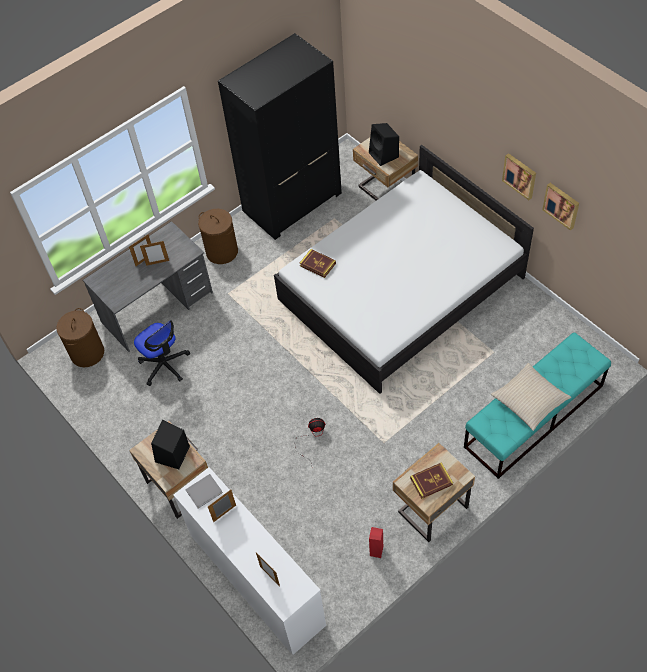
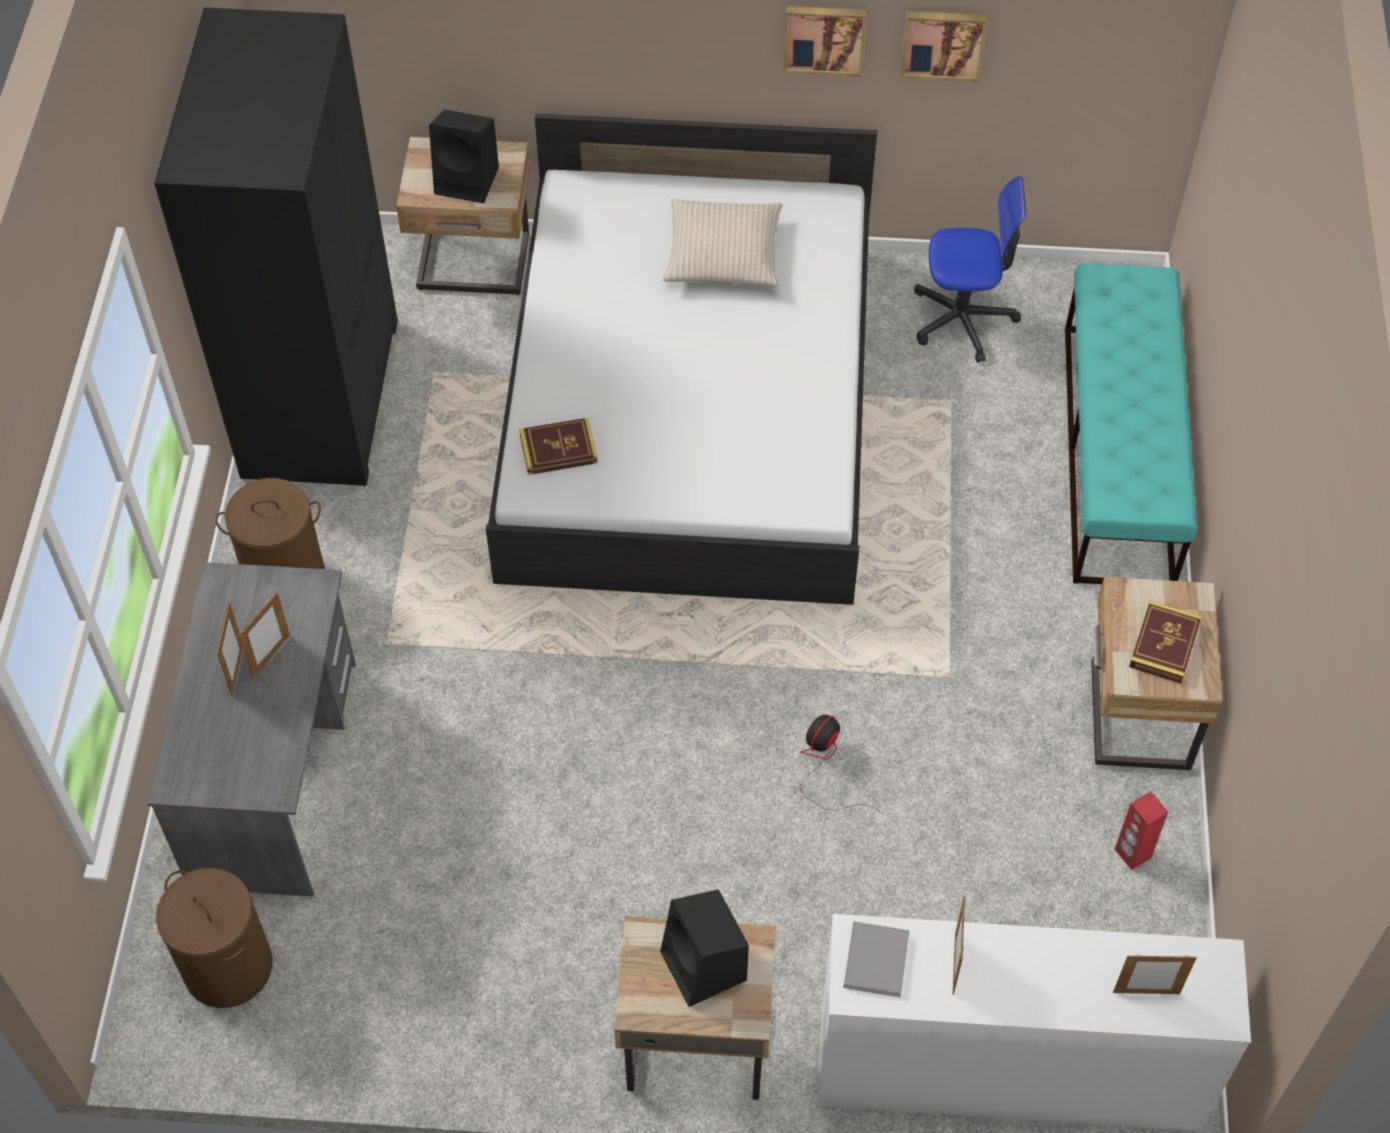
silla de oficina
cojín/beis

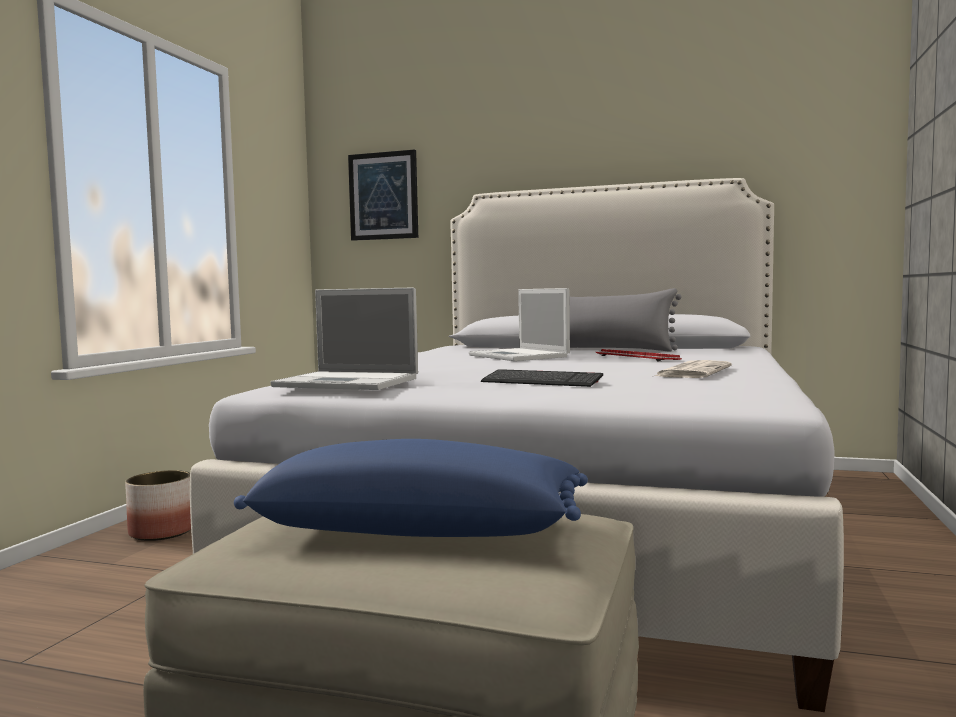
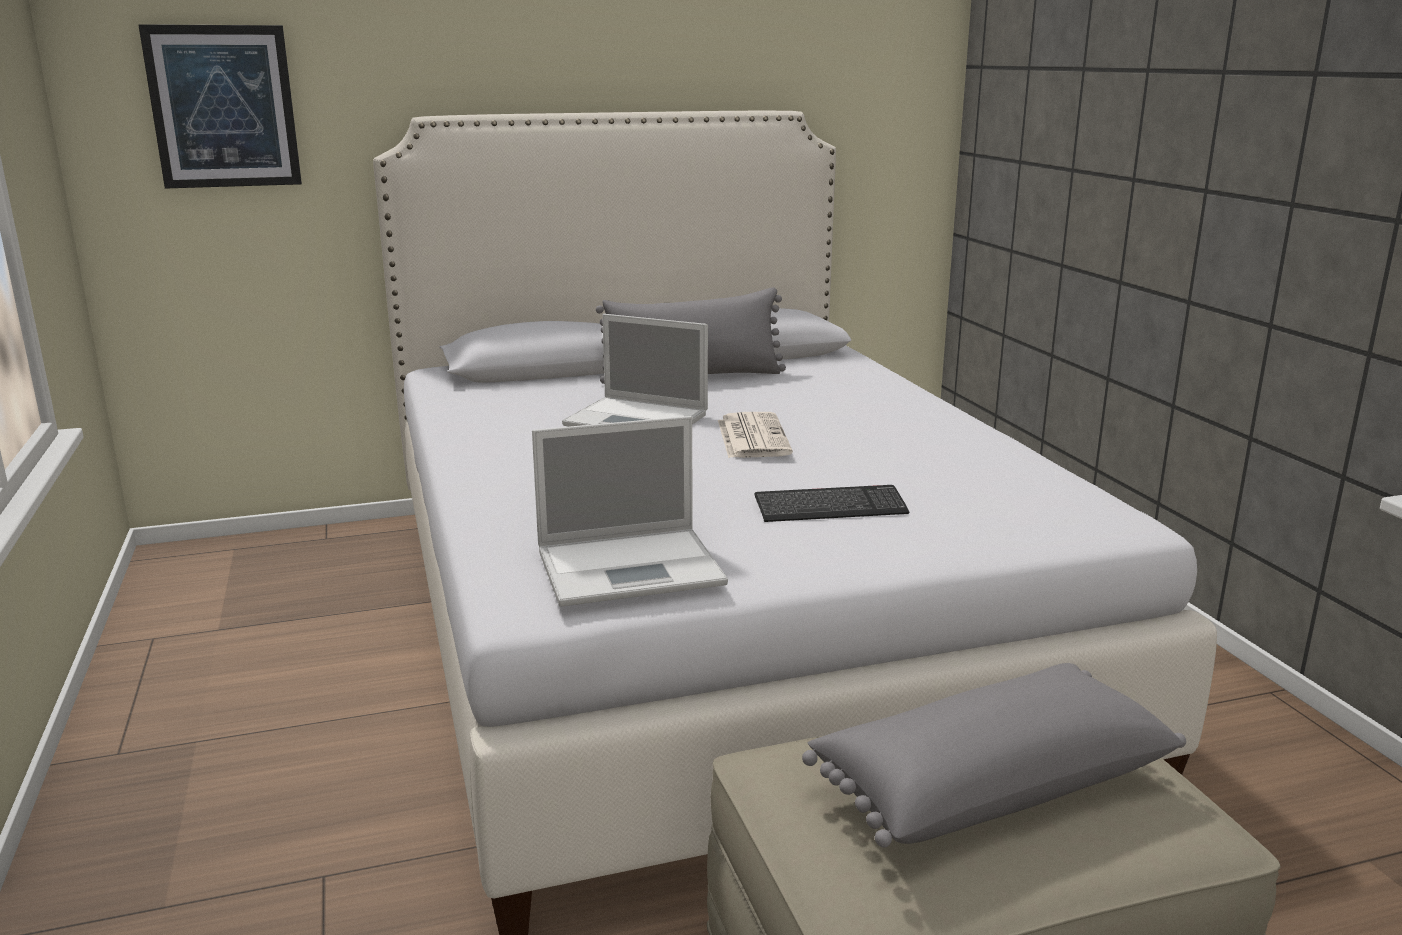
maceta
cojín/gris (2nd from left)
teclado (2nd from left in the first image)
periódico

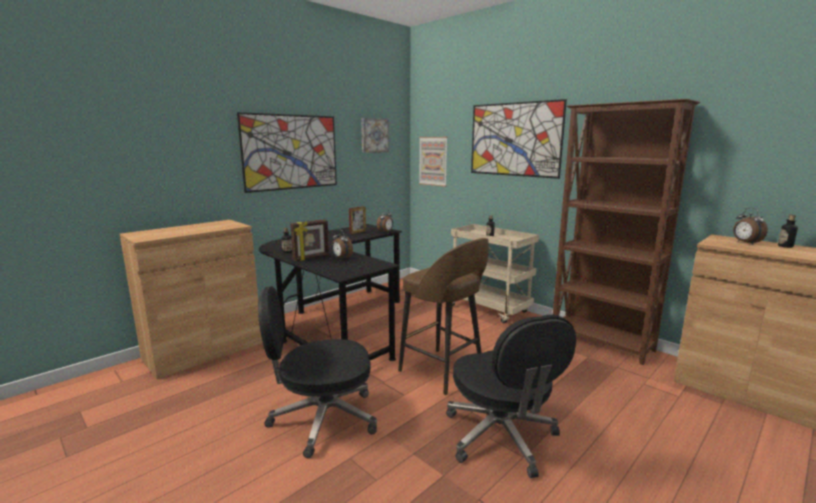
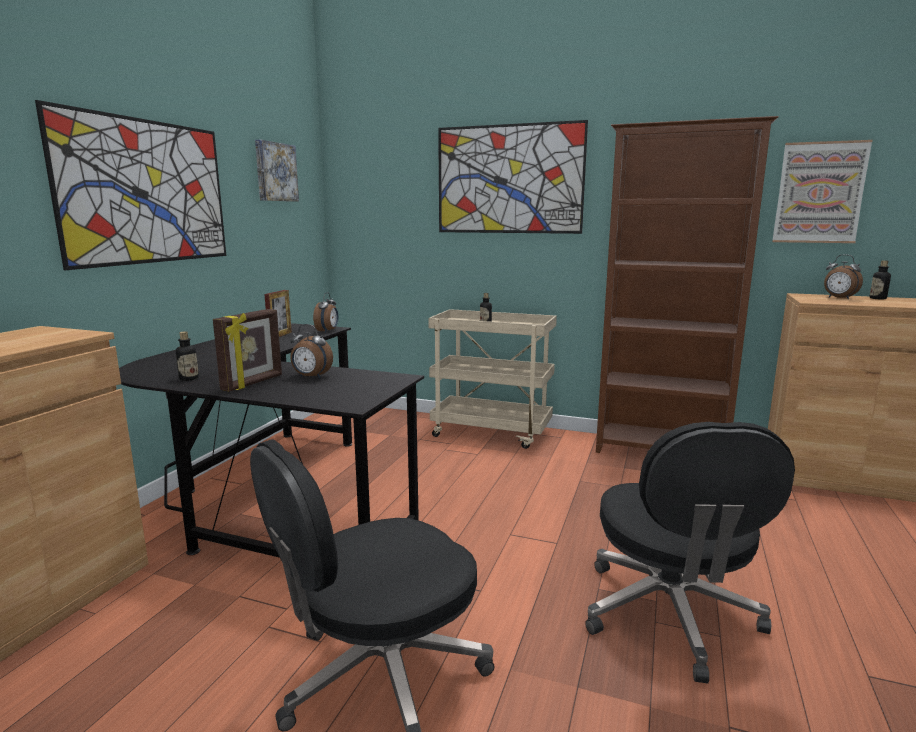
taburete/marrón
cuadro (4th from left)
silla de oficina/negro (2nd from left)

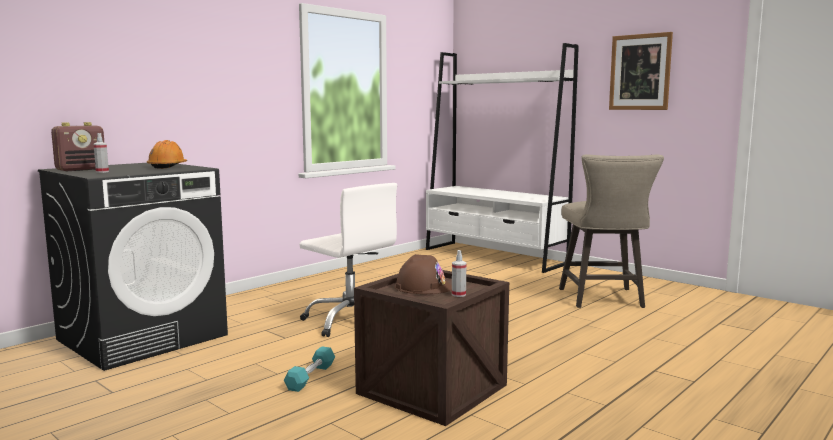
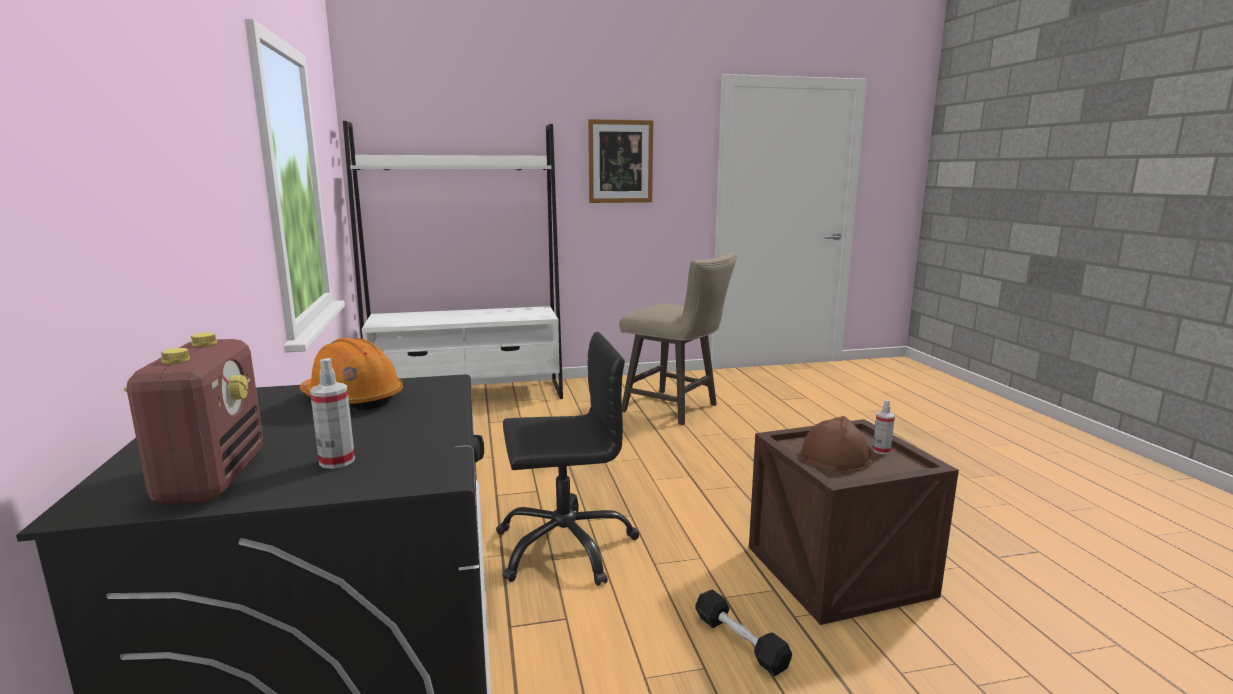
mancuerna/negro
silla de oficina/negro

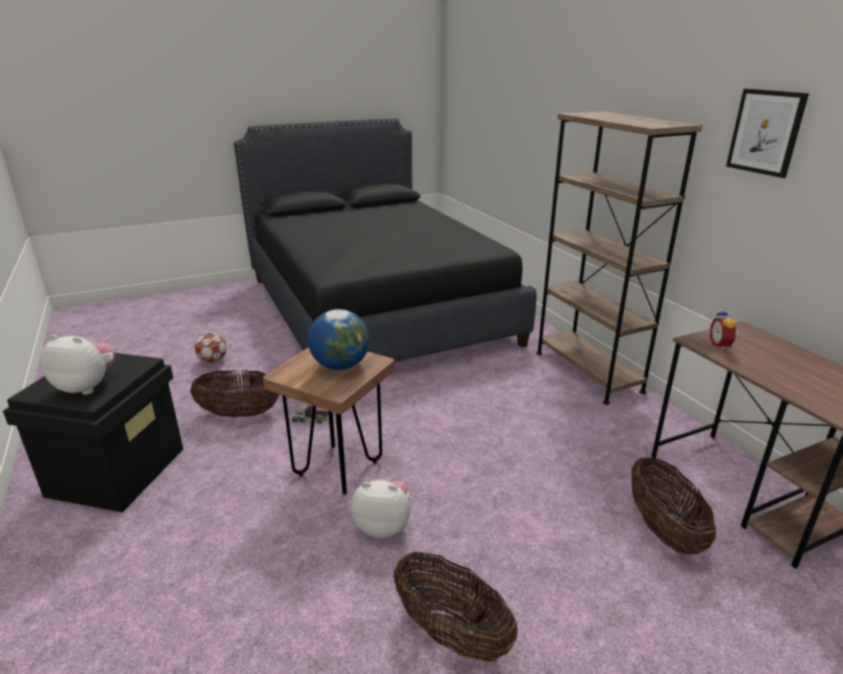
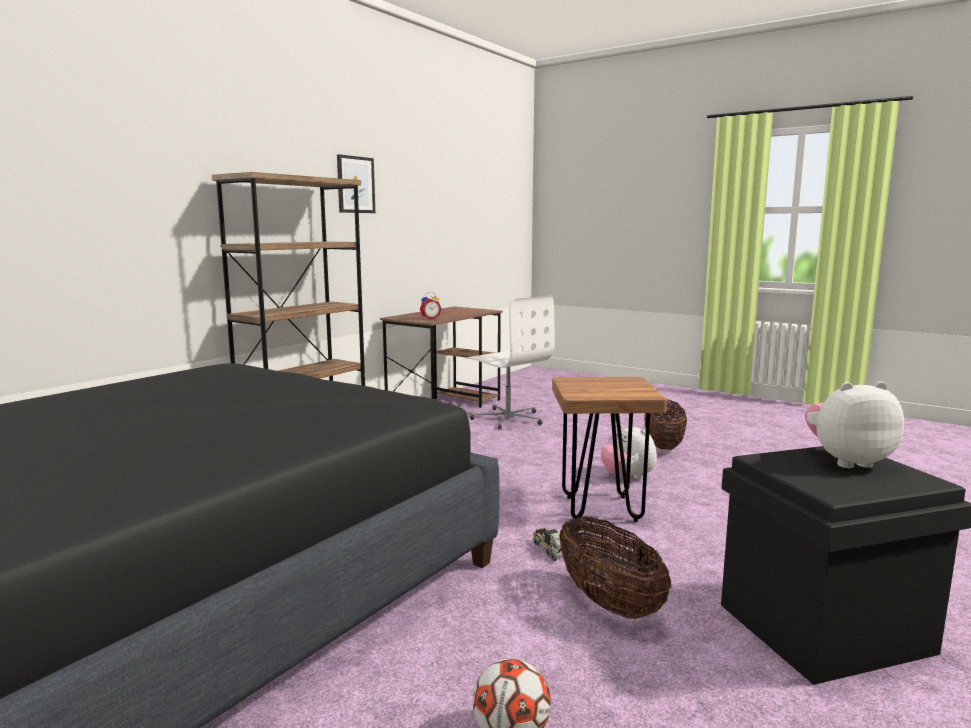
peluche (2nd from left)
globo terráqueo
silla de oficina/blanco

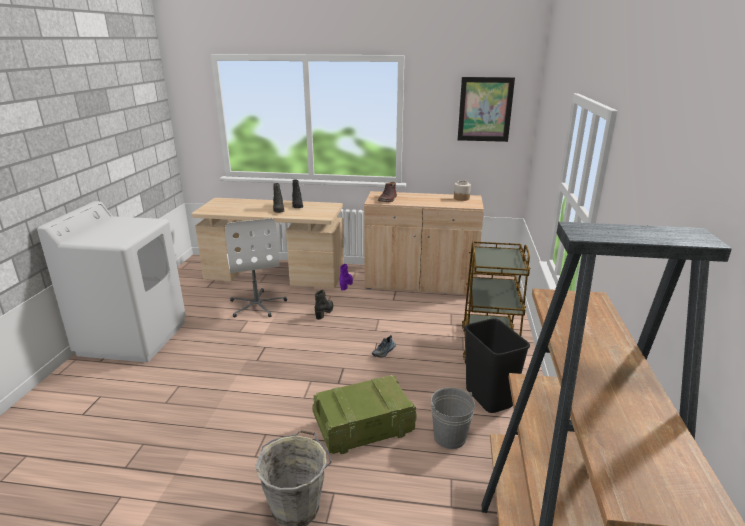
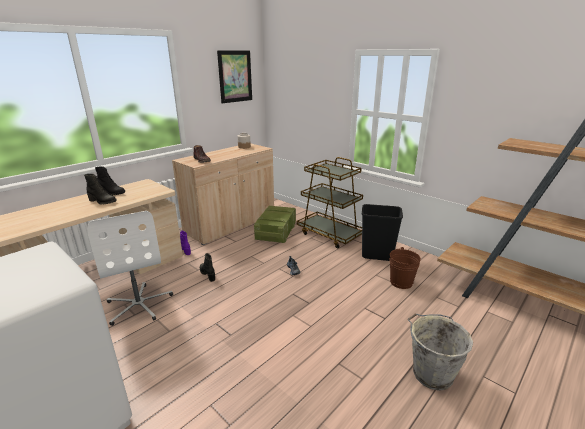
silla de oficina/blanco
caja de embalaje
cubo/marrón

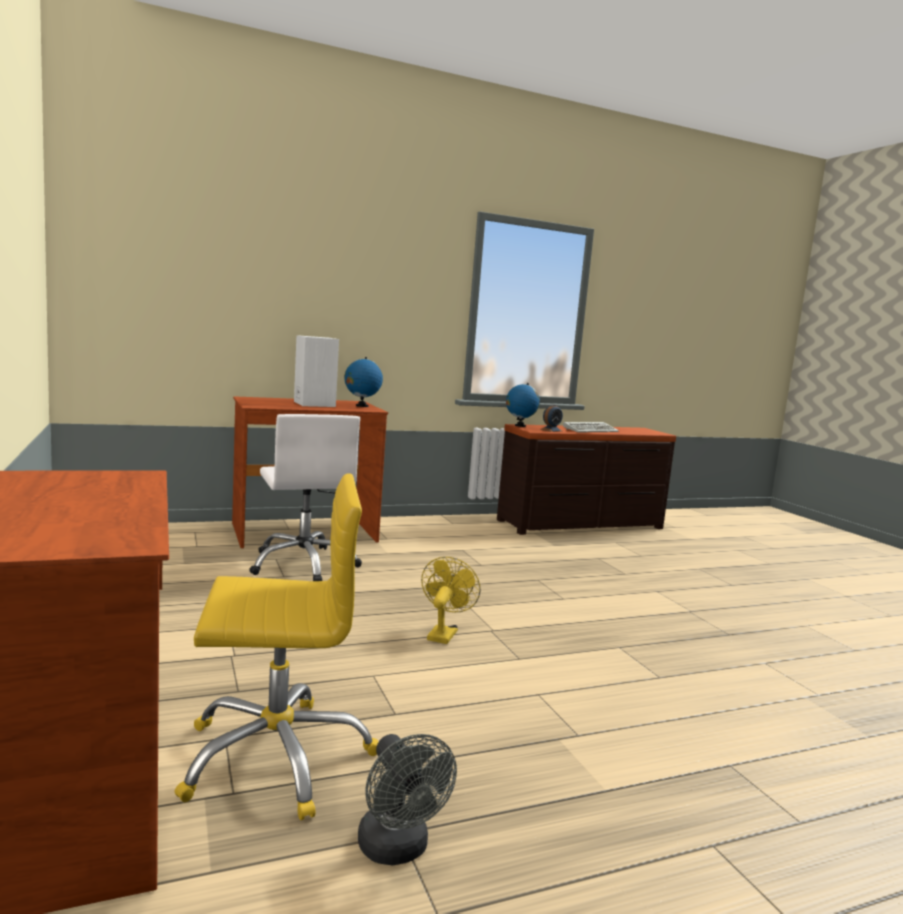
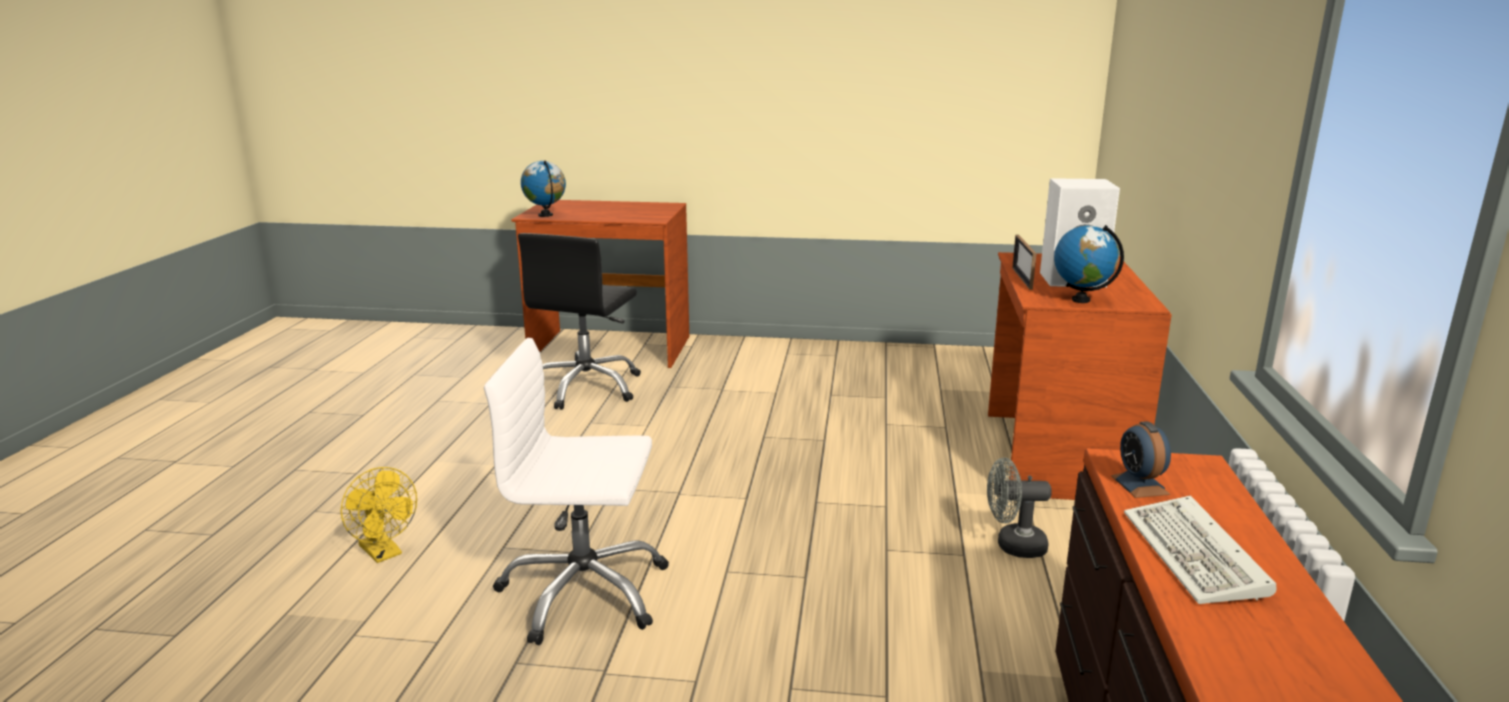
silla de oficina/negro
silla de oficina/blanco
ventilador/gris
ventilador/amarillo
globo terráqueo (1st from left)
portarretratos

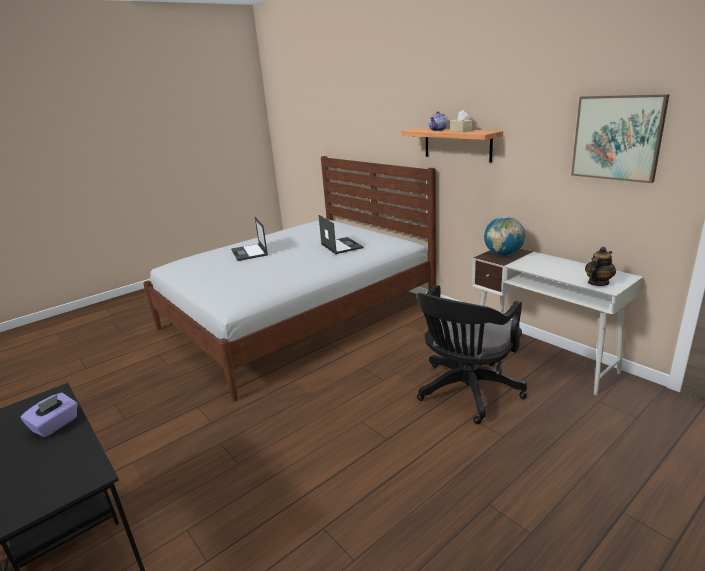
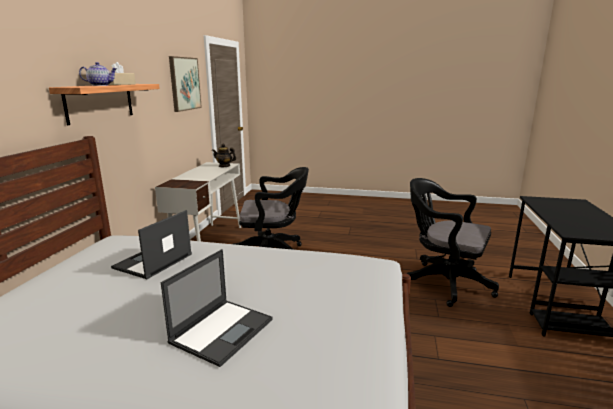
caja de pañuelos/morado
globo terráqueo
silla de oficina/negro (2nd from left)

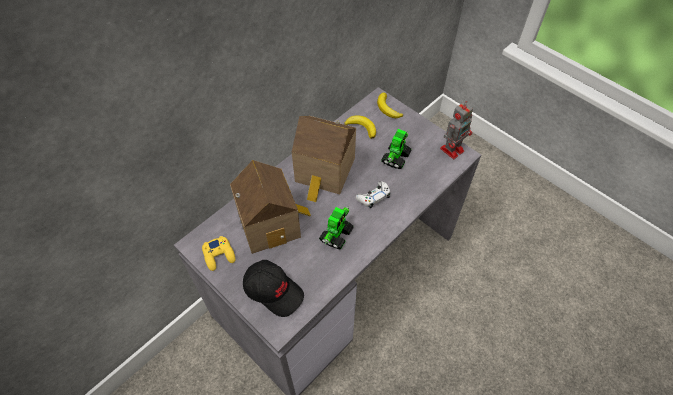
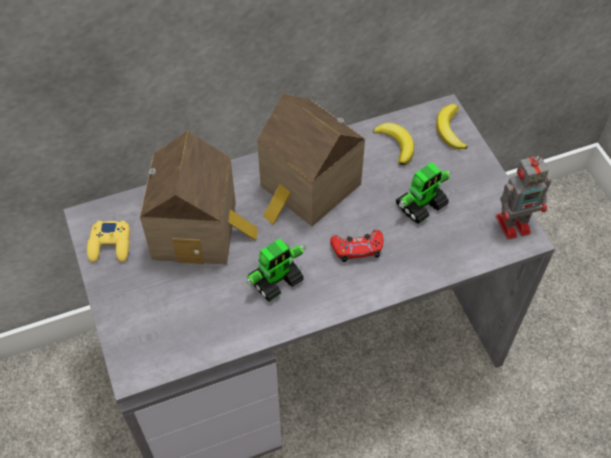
gorra/negro
mando de consola/rojo

